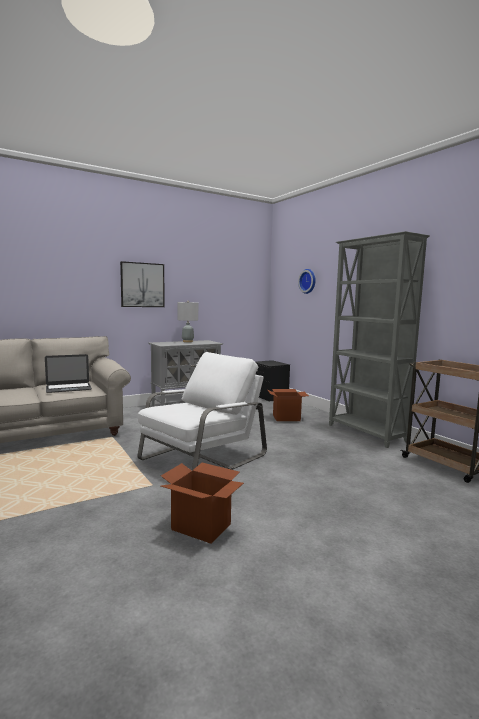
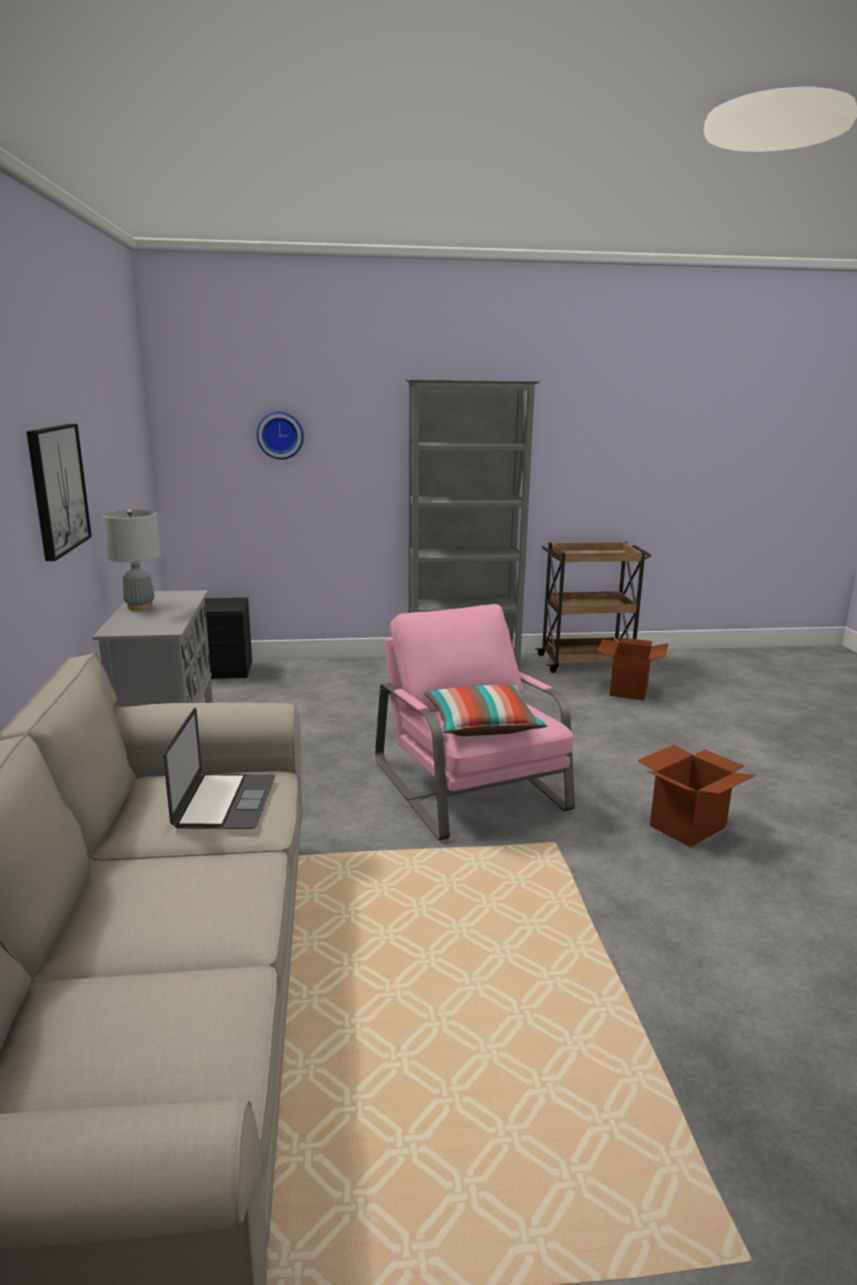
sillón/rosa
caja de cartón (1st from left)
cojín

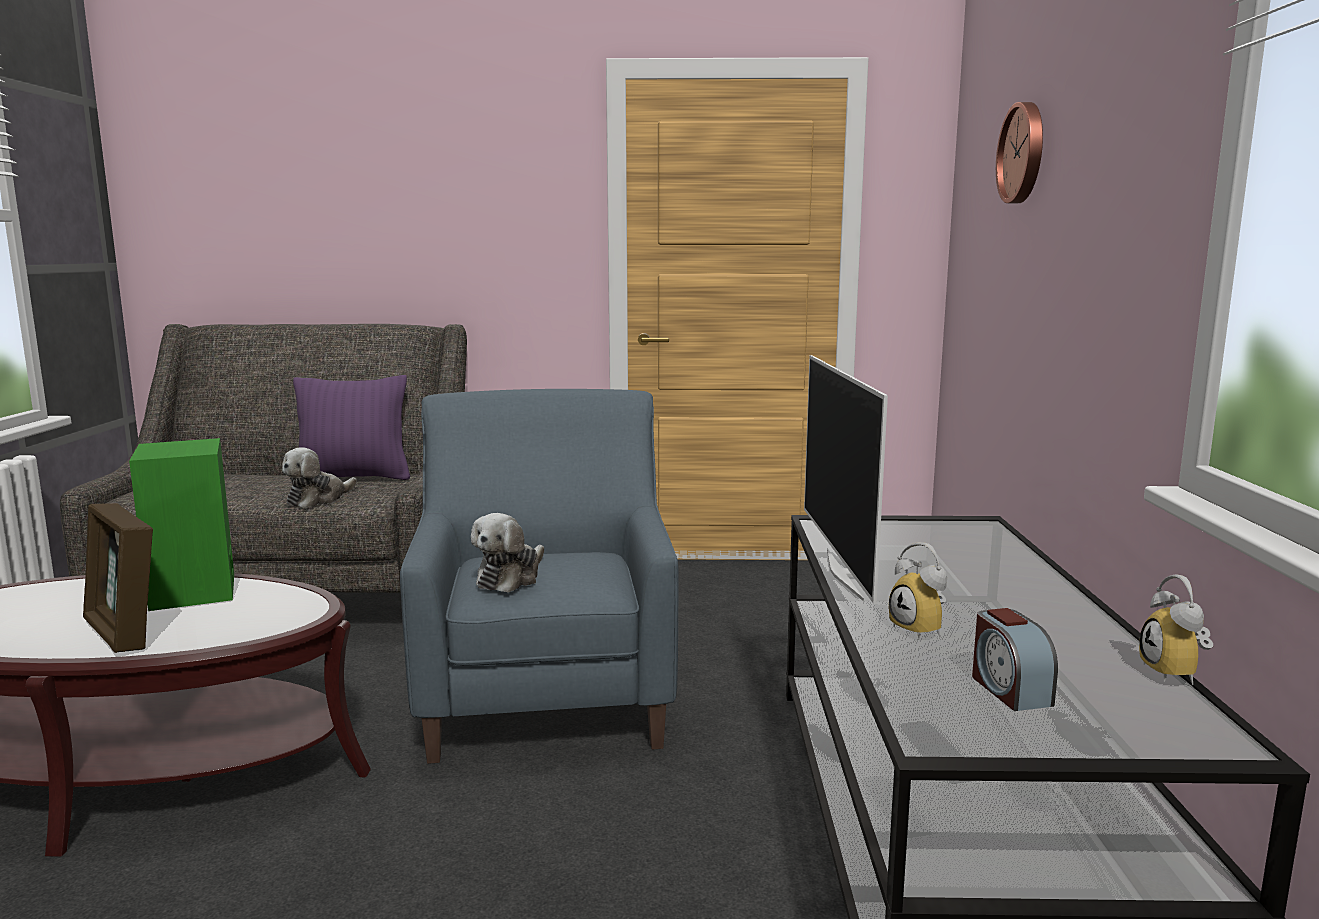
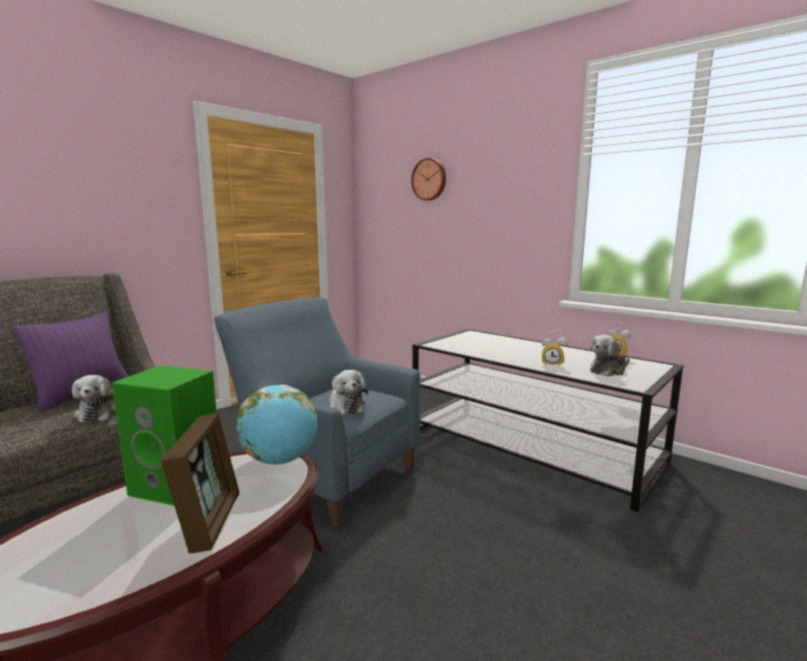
portarretratos
televisor
peluche (3rd from left)
globo terráqueo

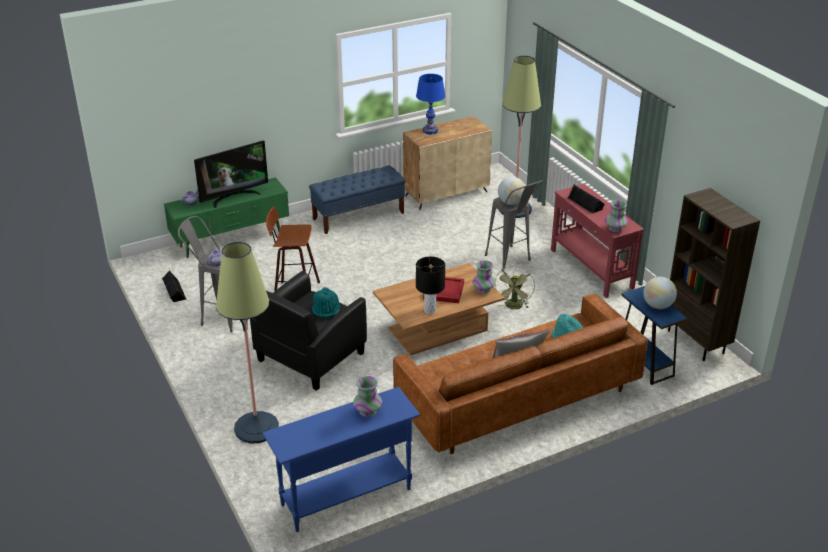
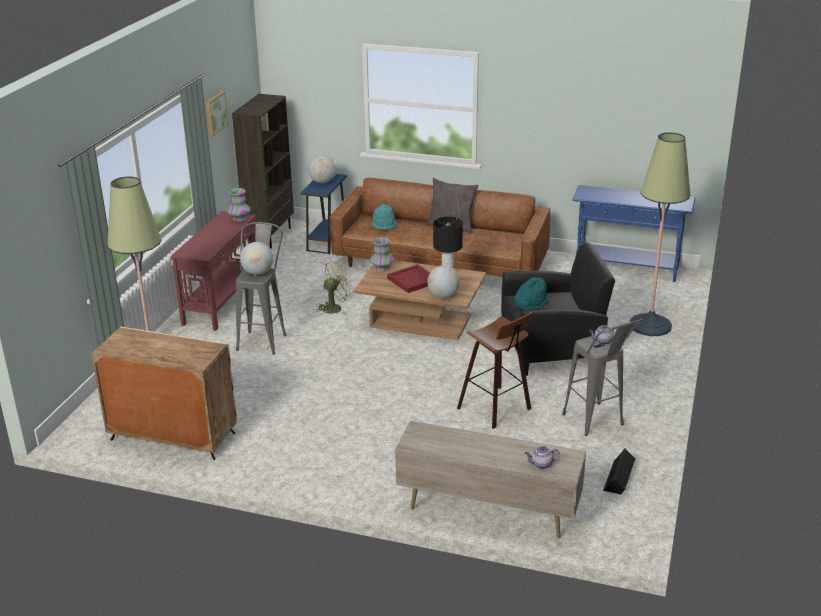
mueble de televisión/beis
televisor
banco/azul
florero (1st from left in the first image)
lámpara de mesa/azul
altavoz/negro (2nd from left in the first image)
cuadro
globo terráqueo (3rd from left)

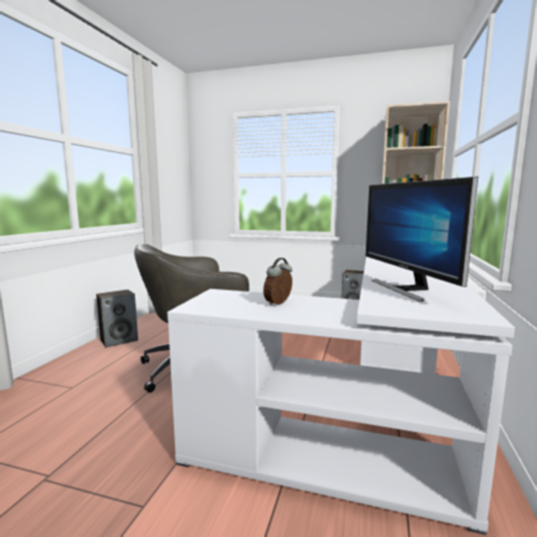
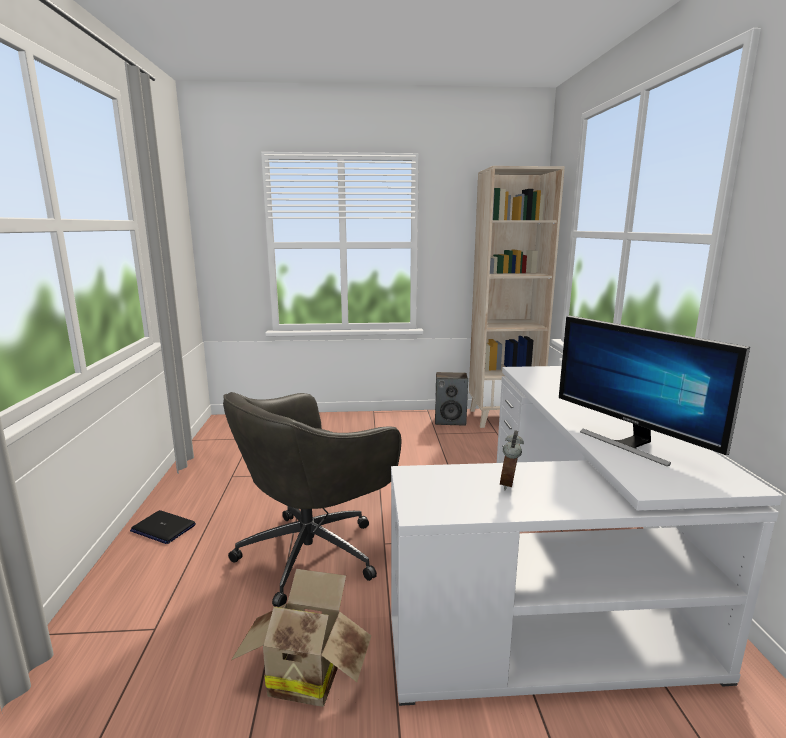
portátil
caja de cartón

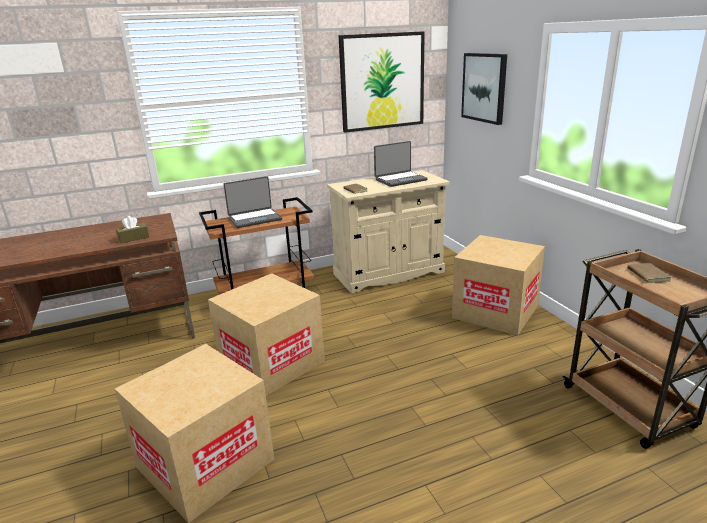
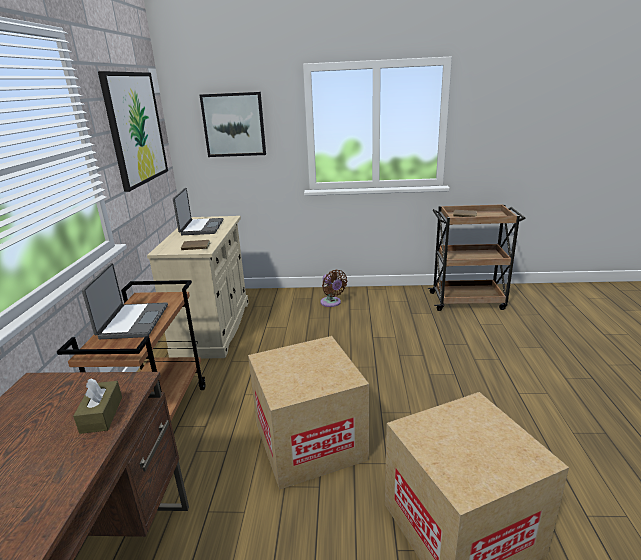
ventilador/marrón

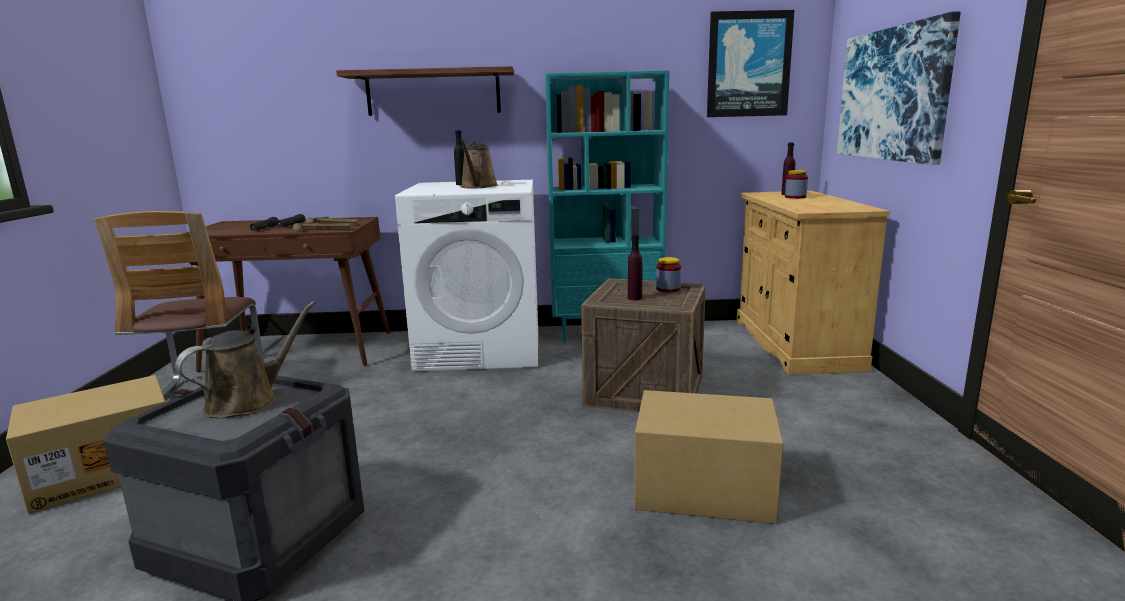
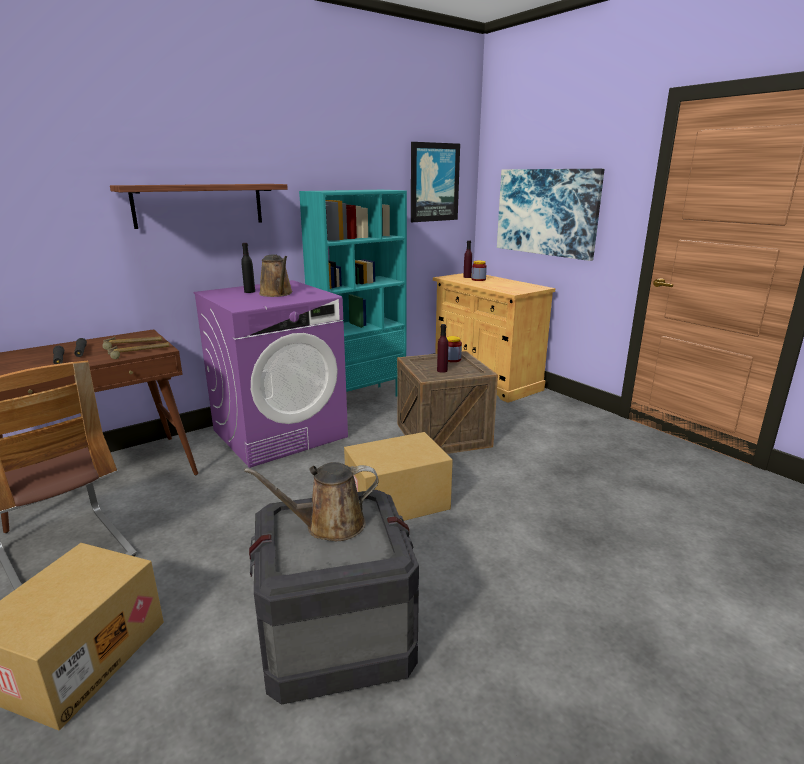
regadera/marrón (2nd from left)
lavadora/morado
caja de cartón (2nd from left)

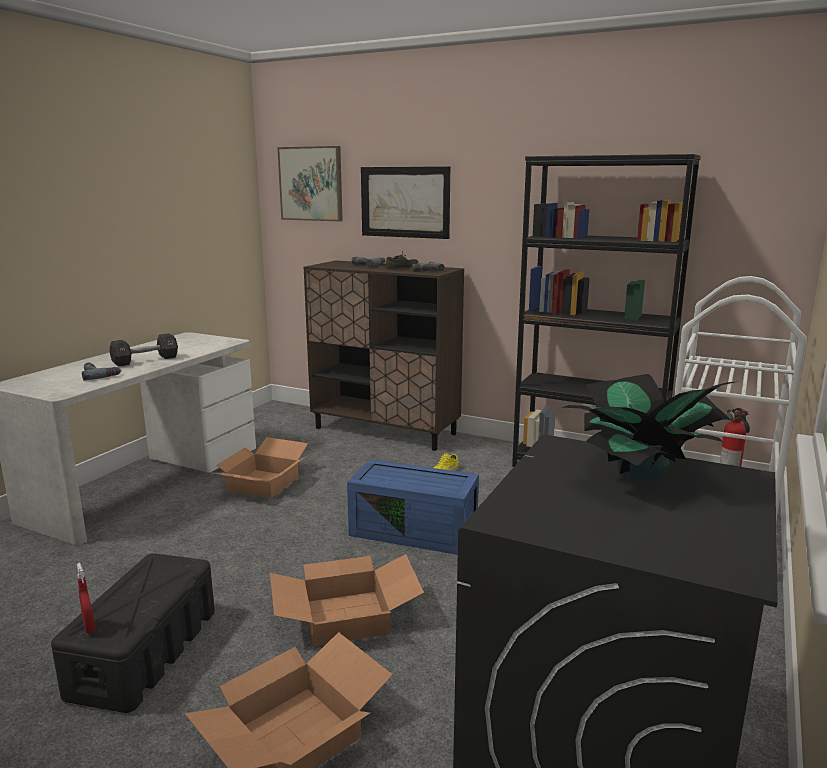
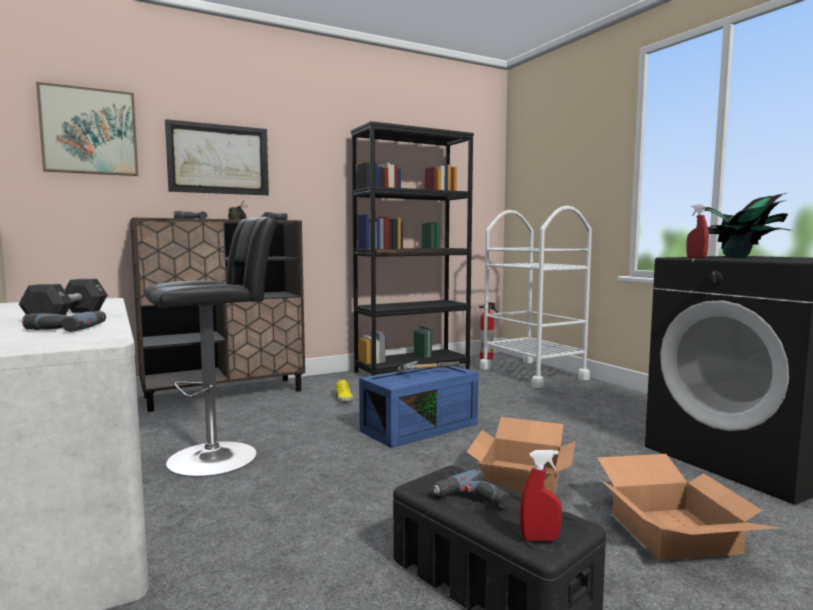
taburete/negro
martillo
taladro (4th from left)
pulverizador/rojo (2nd from left)

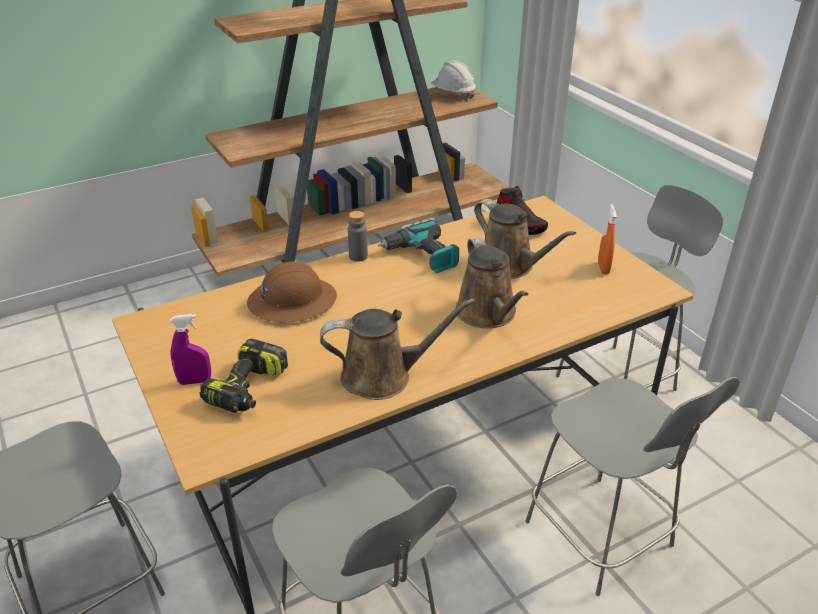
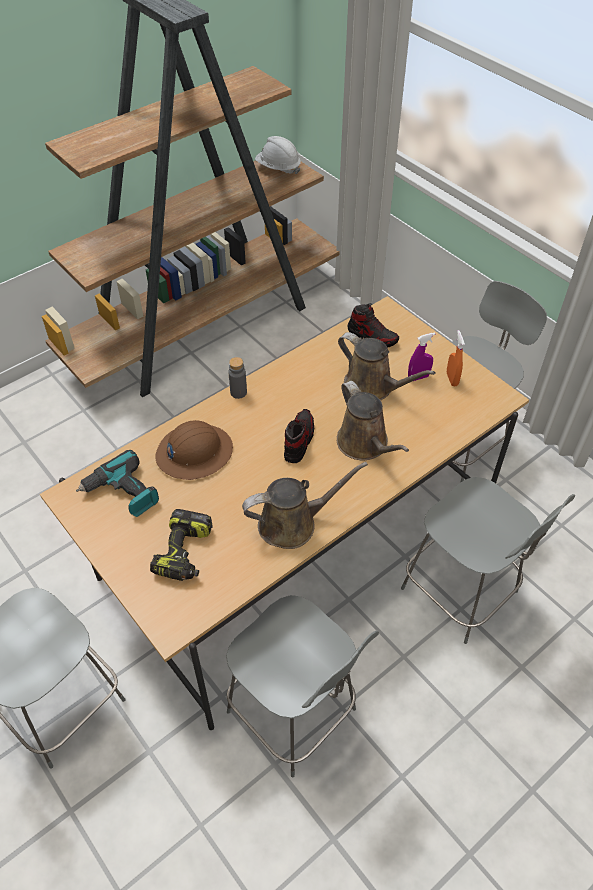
pulverizador/morado
taladro (1st from left)
zapato (1st from left)

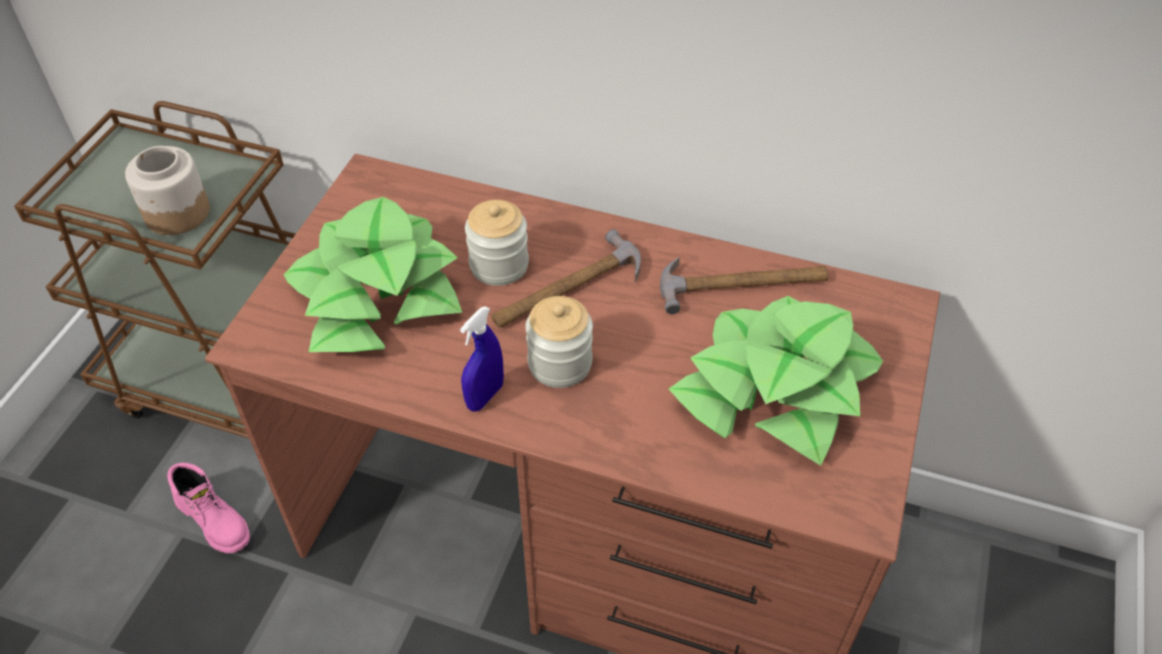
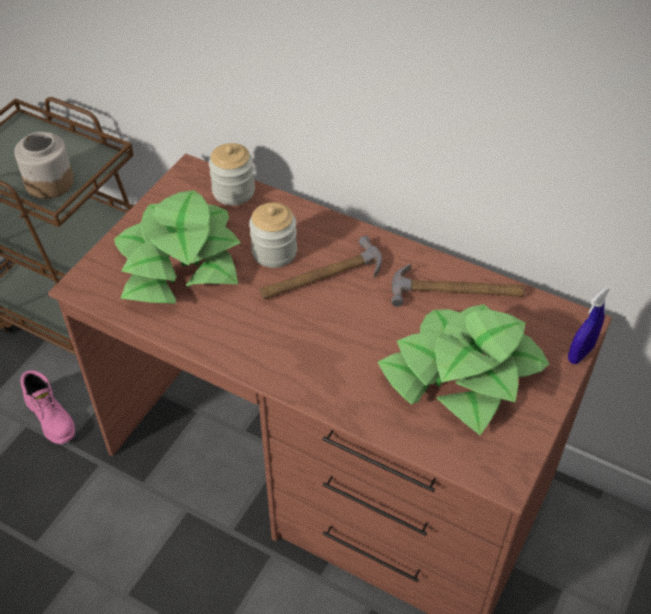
pulverizador/azul
tarro (2nd from left)

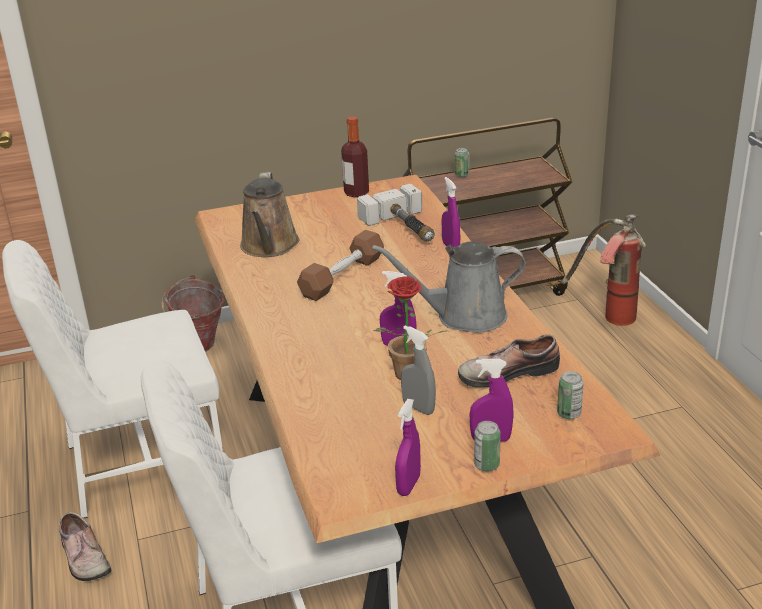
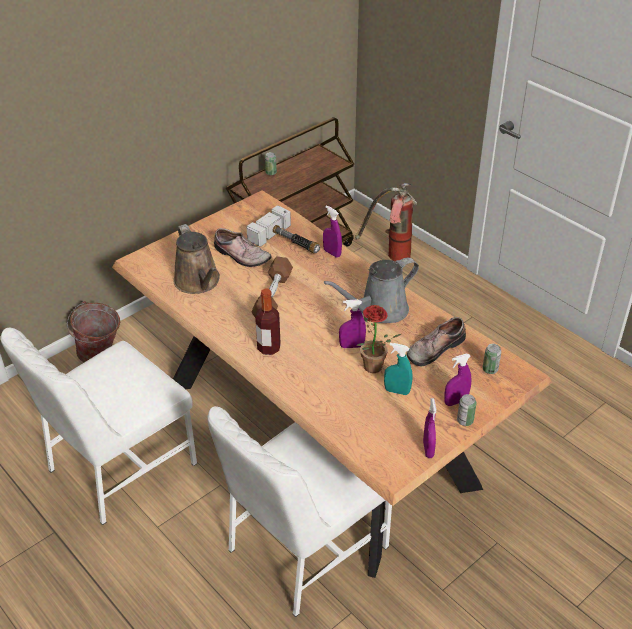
zapato (1st from left)
botella
pulverizador/turquesa

